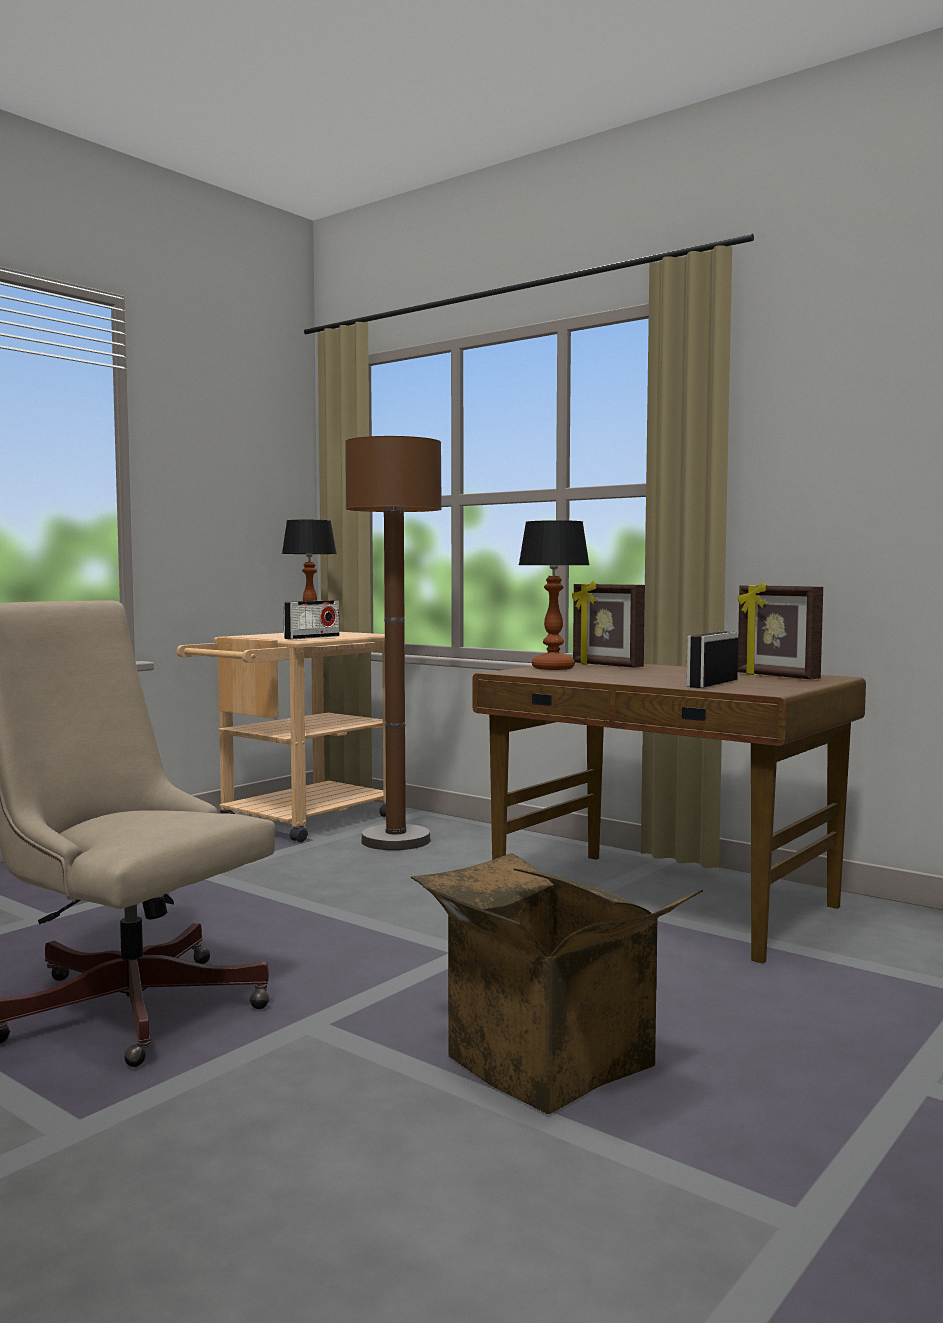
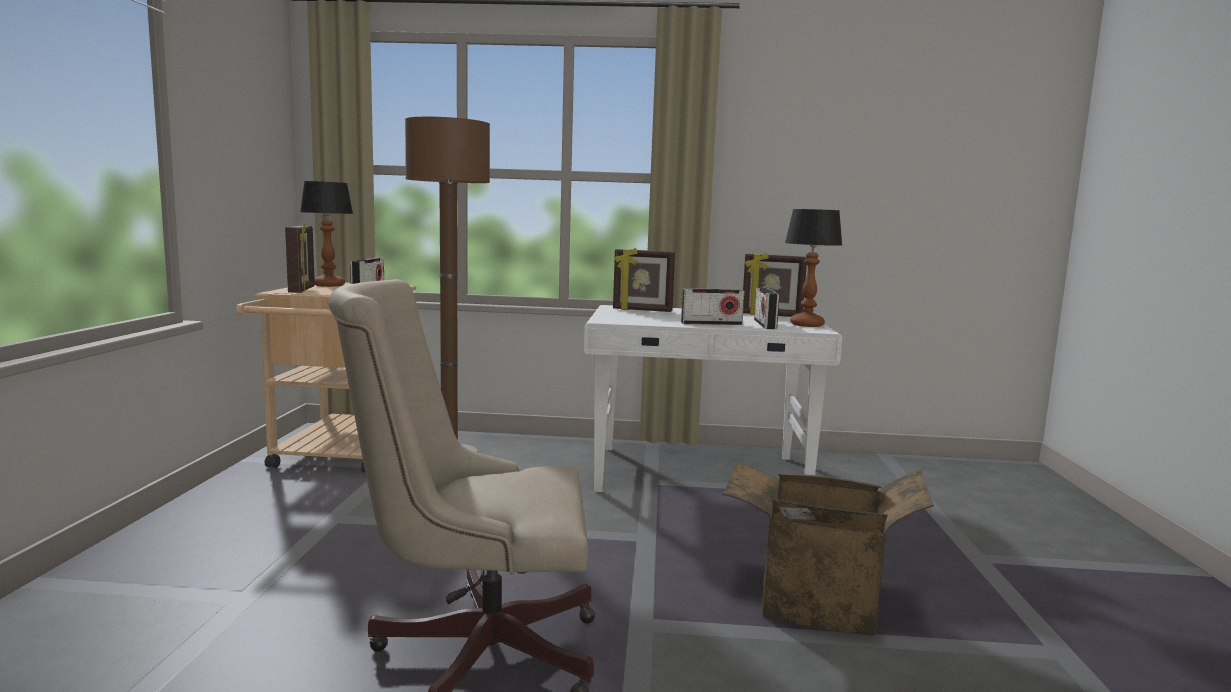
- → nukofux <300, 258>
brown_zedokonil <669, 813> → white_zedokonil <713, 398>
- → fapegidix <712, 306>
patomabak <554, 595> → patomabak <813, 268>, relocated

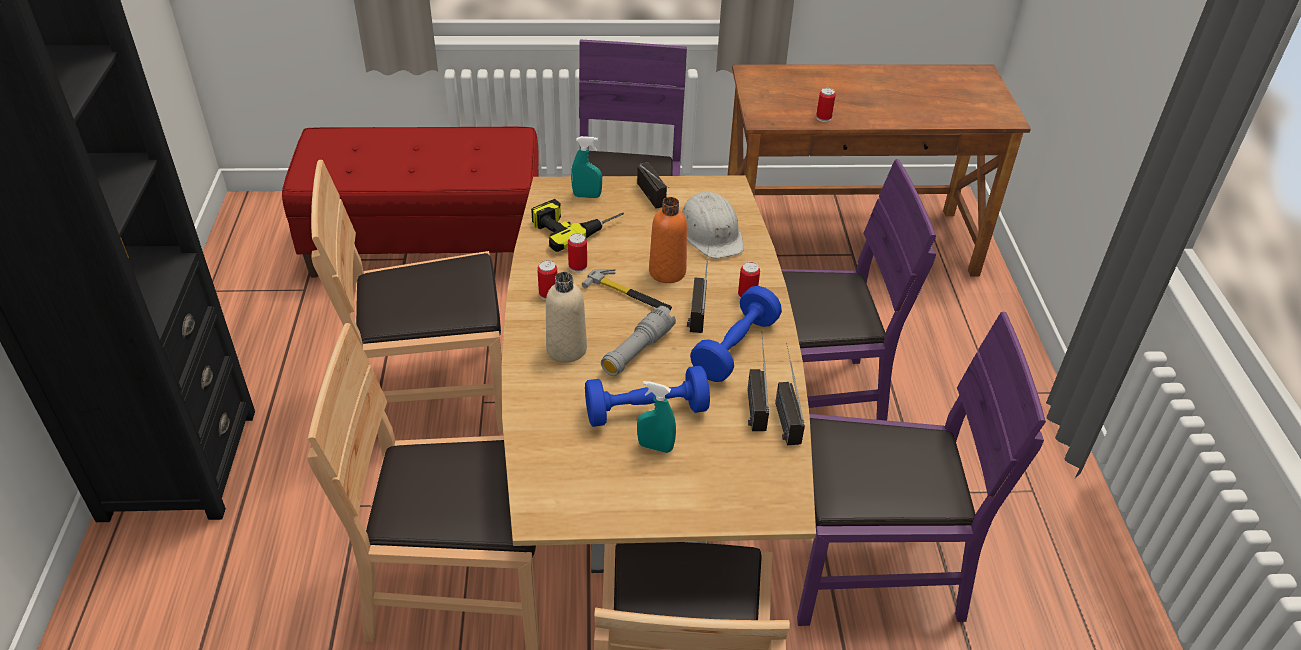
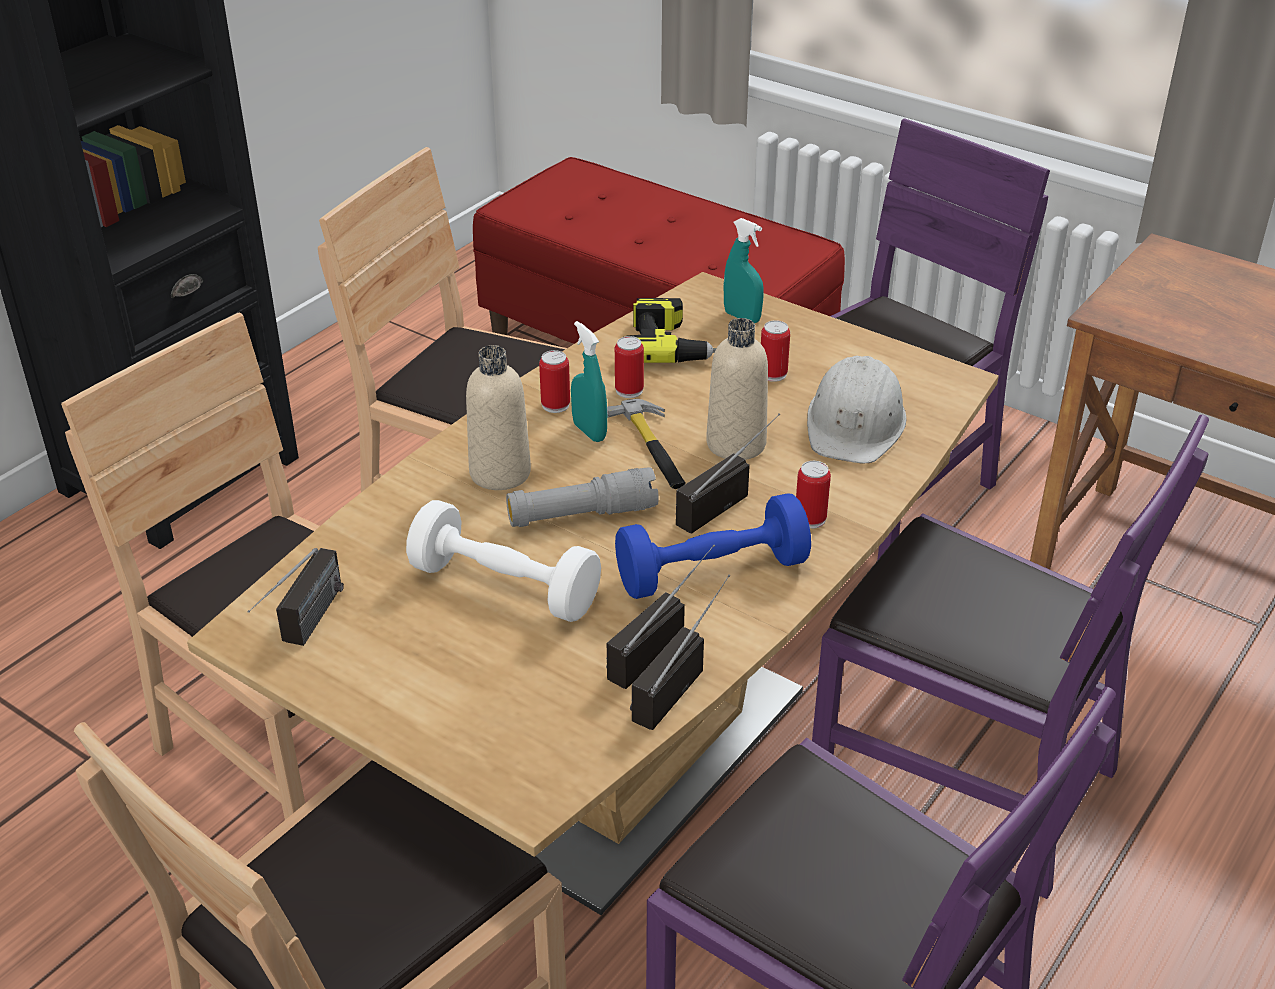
fapegidix <653, 185> → fapegidix <295, 597>, relocated
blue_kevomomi <647, 396> → white_kevomomi <503, 561>
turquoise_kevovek <656, 417> → turquoise_kevovek <589, 381>, relocated
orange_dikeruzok <668, 240> → beige_dikeruzok <737, 389>
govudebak <826, 105> → govudebak <775, 351>, relocated

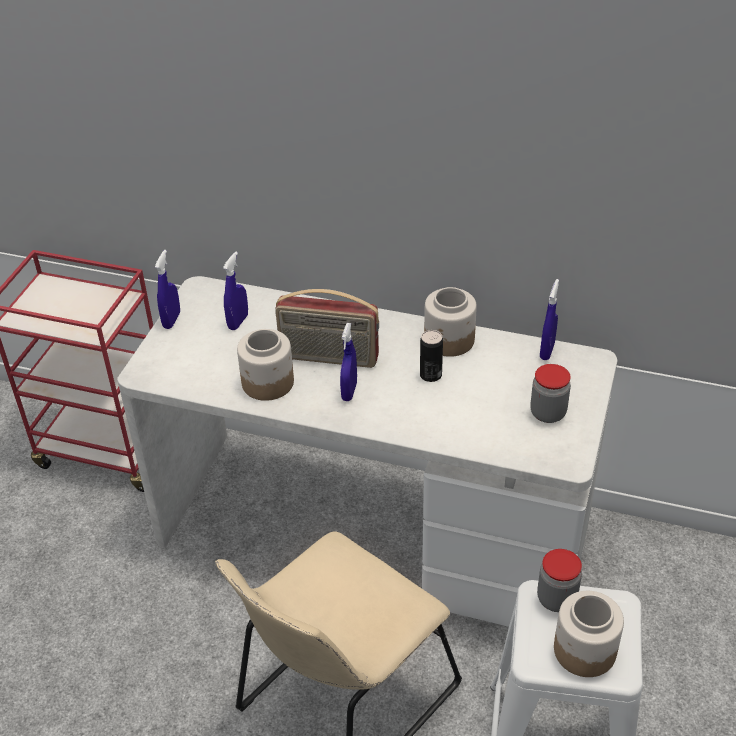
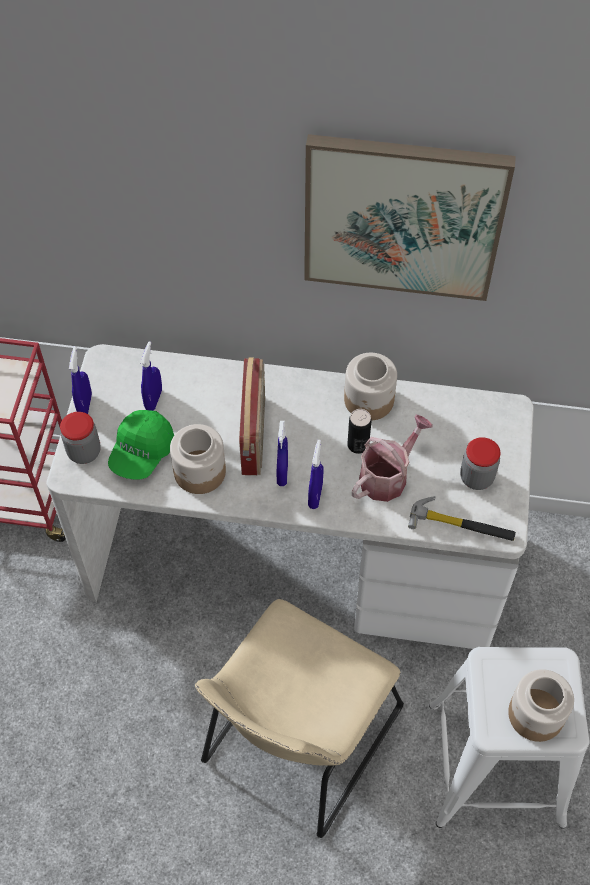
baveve <559, 580> → baveve <80, 438>, relocated
- → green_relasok <141, 444>
fapegidix <327, 328> → fapegidix <252, 416>, 90 degrees counterclockwise
- → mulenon <410, 217>
blue_kevovek <549, 319> → blue_kevovek <315, 474>, relocated
- → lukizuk <392, 458>
- → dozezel <462, 518>

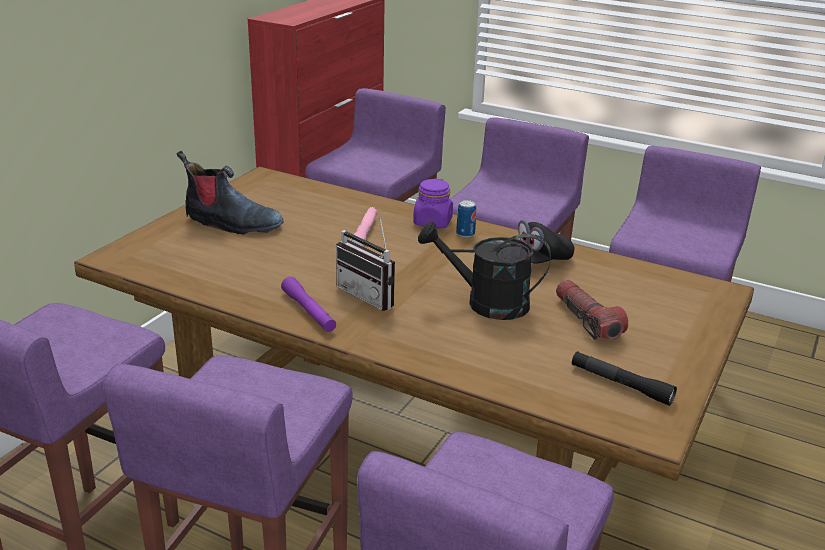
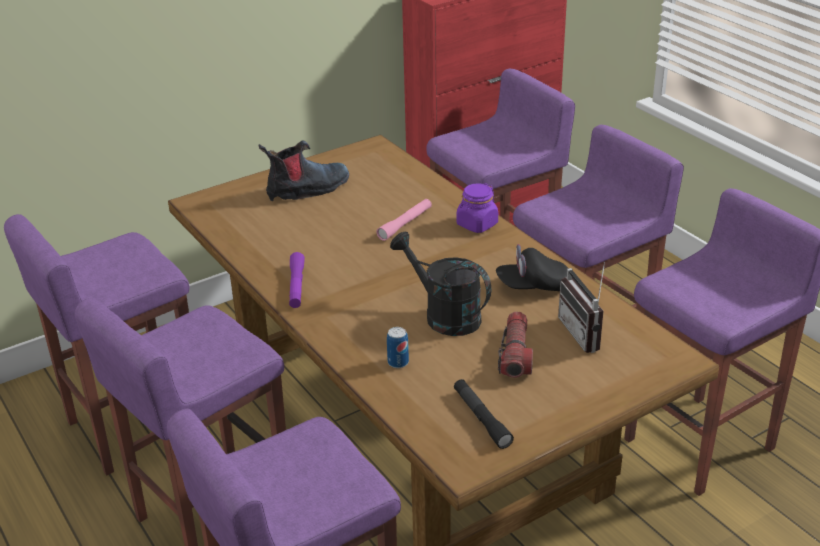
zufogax <230, 193> → zufogax <304, 170>, 75 degrees counterclockwise
govudebak <466, 219> → govudebak <398, 347>, relocated
fapegidix <365, 263> → fapegidix <581, 307>, relocated

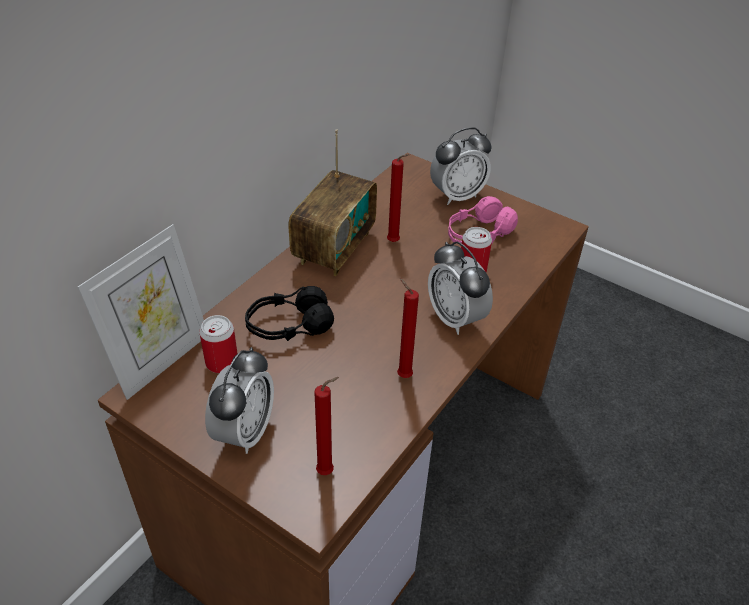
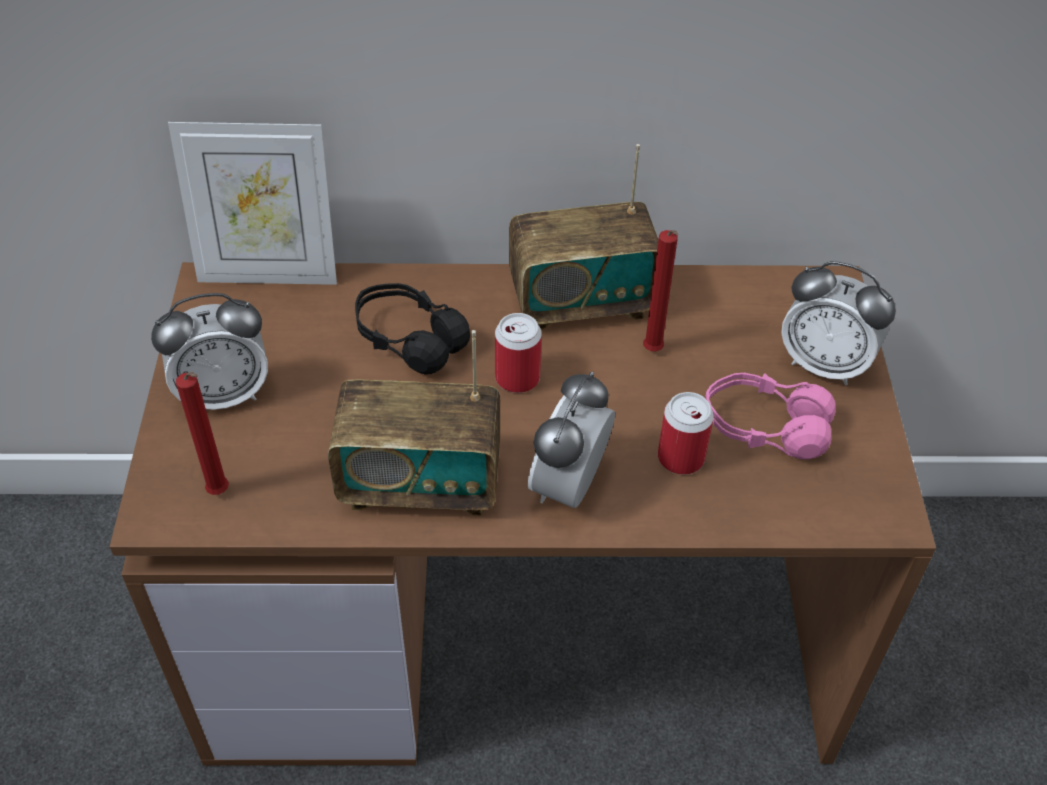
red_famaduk <408, 328> → fapegidix <414, 423>
govudebak <218, 344> → govudebak <518, 353>, relocated

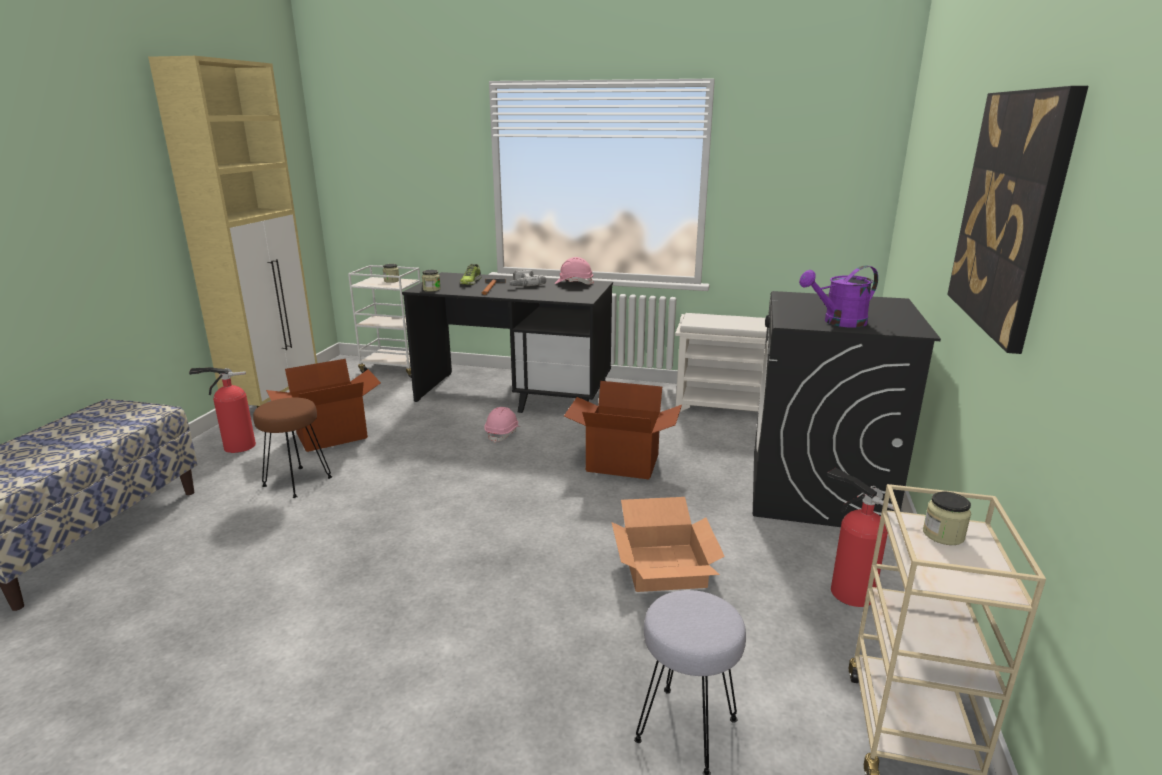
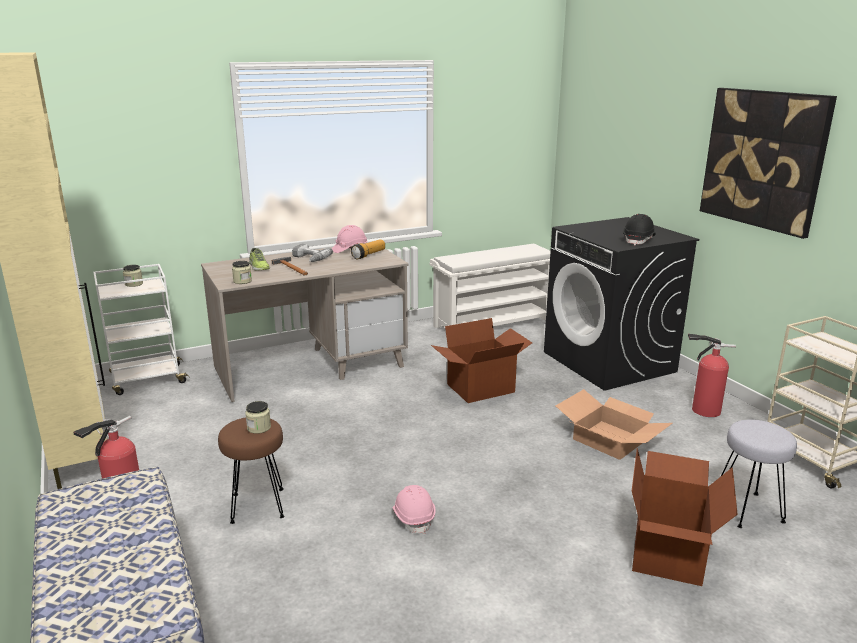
black_zedokonil <507, 342> → beige_zedokonil <304, 324>
baveve <947, 518> → baveve <258, 417>, relocated
- → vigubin <368, 249>
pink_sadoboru <502, 425> → pink_sadoboru <414, 509>, relocated
purple_lukizuk <838, 296> → black_sadoboru <639, 230>
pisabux <323, 405> → pisabux <685, 517>, relocated

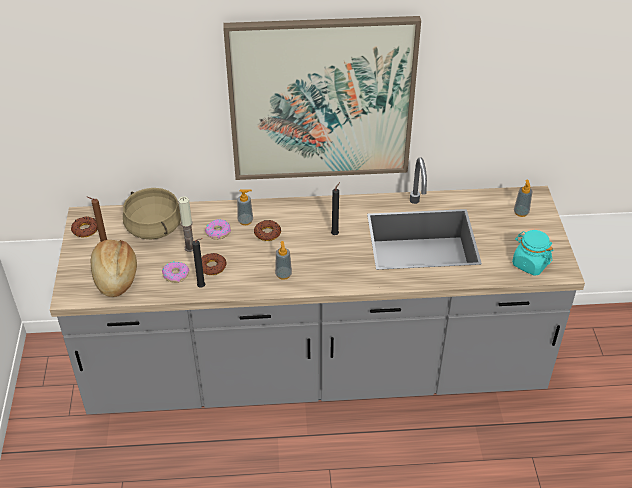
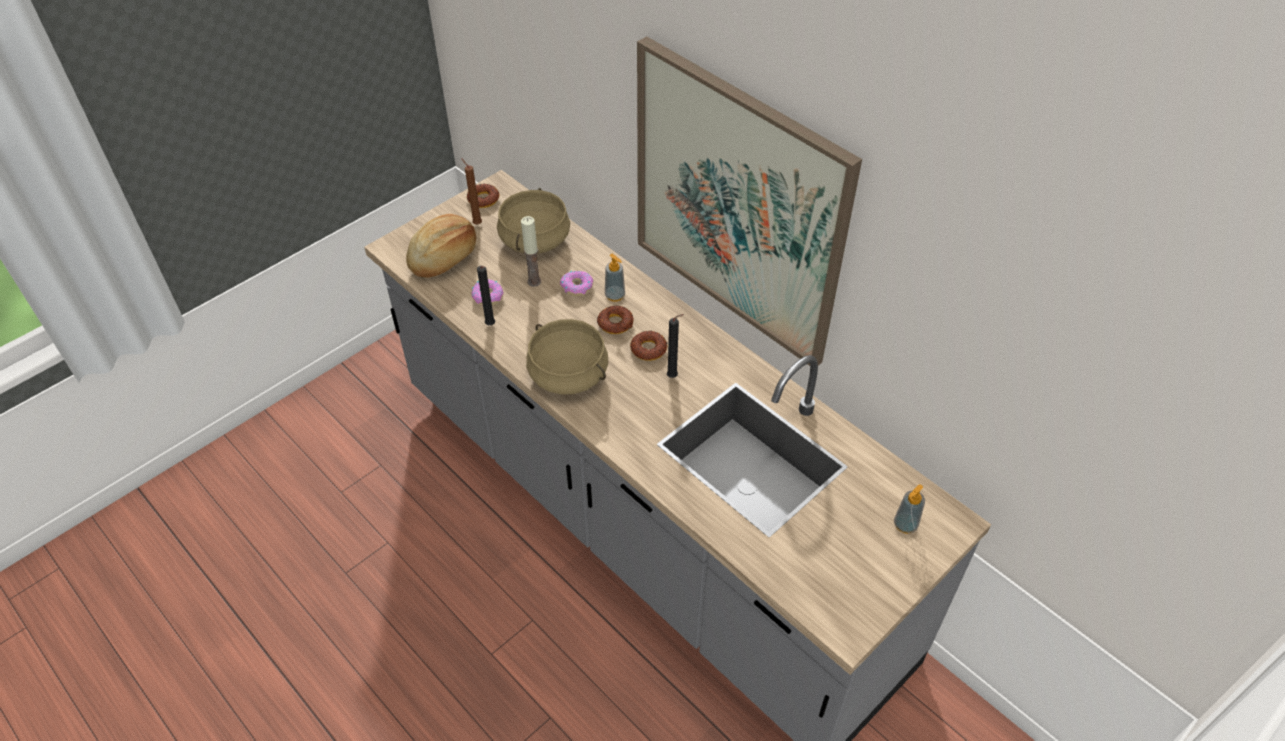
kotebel <283, 260> → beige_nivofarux <567, 357>
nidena <213, 264> → nidena <648, 345>, relocated
turquoise_baveve <533, 253> → -

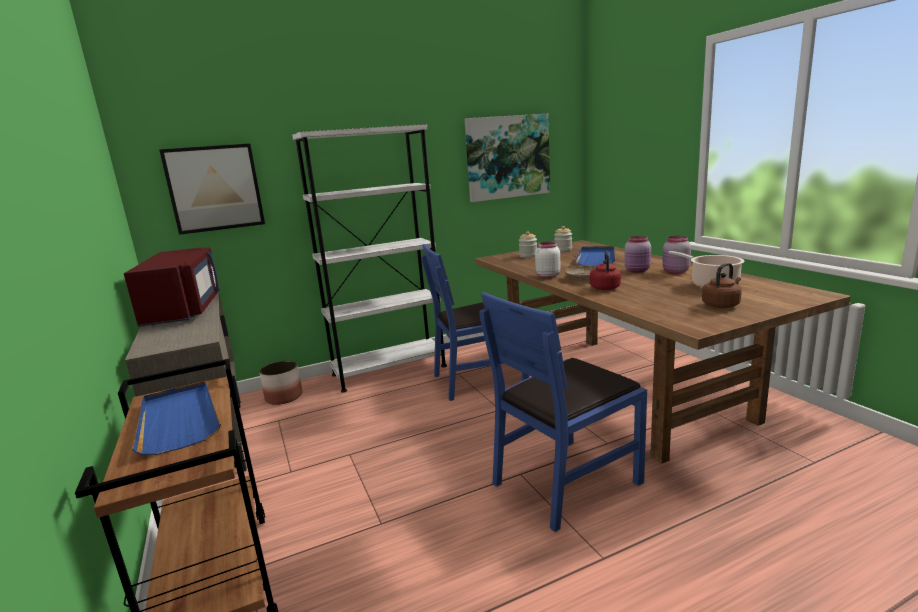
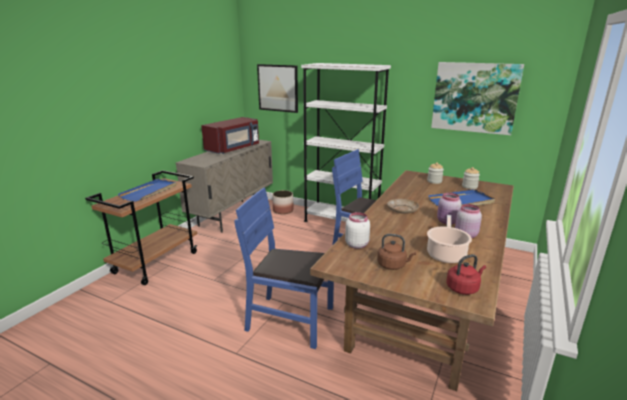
white_baveve <547, 260> → white_baveve <357, 230>, relocated
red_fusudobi <605, 270> → red_fusudobi <466, 274>, relocated

